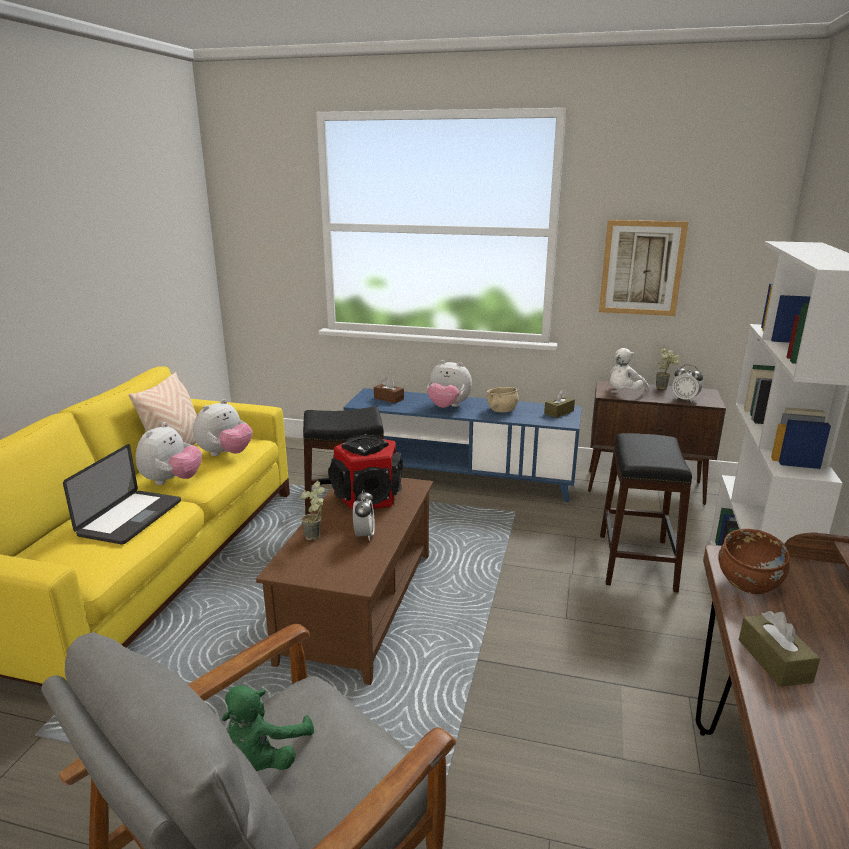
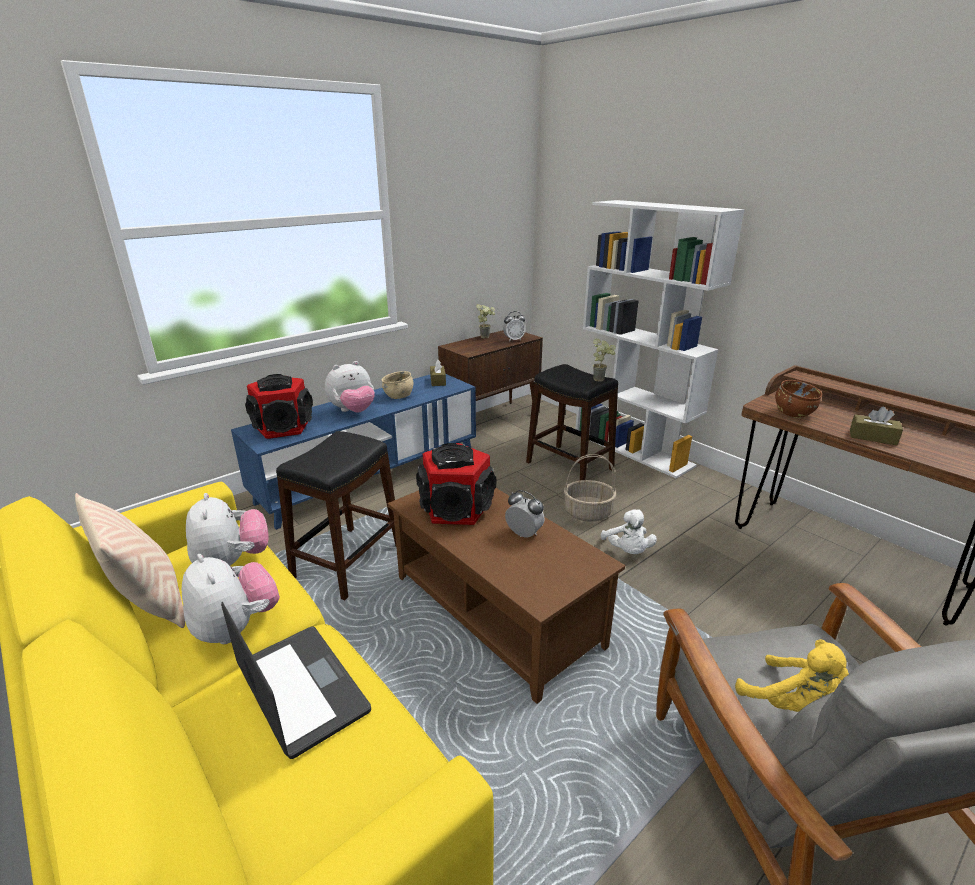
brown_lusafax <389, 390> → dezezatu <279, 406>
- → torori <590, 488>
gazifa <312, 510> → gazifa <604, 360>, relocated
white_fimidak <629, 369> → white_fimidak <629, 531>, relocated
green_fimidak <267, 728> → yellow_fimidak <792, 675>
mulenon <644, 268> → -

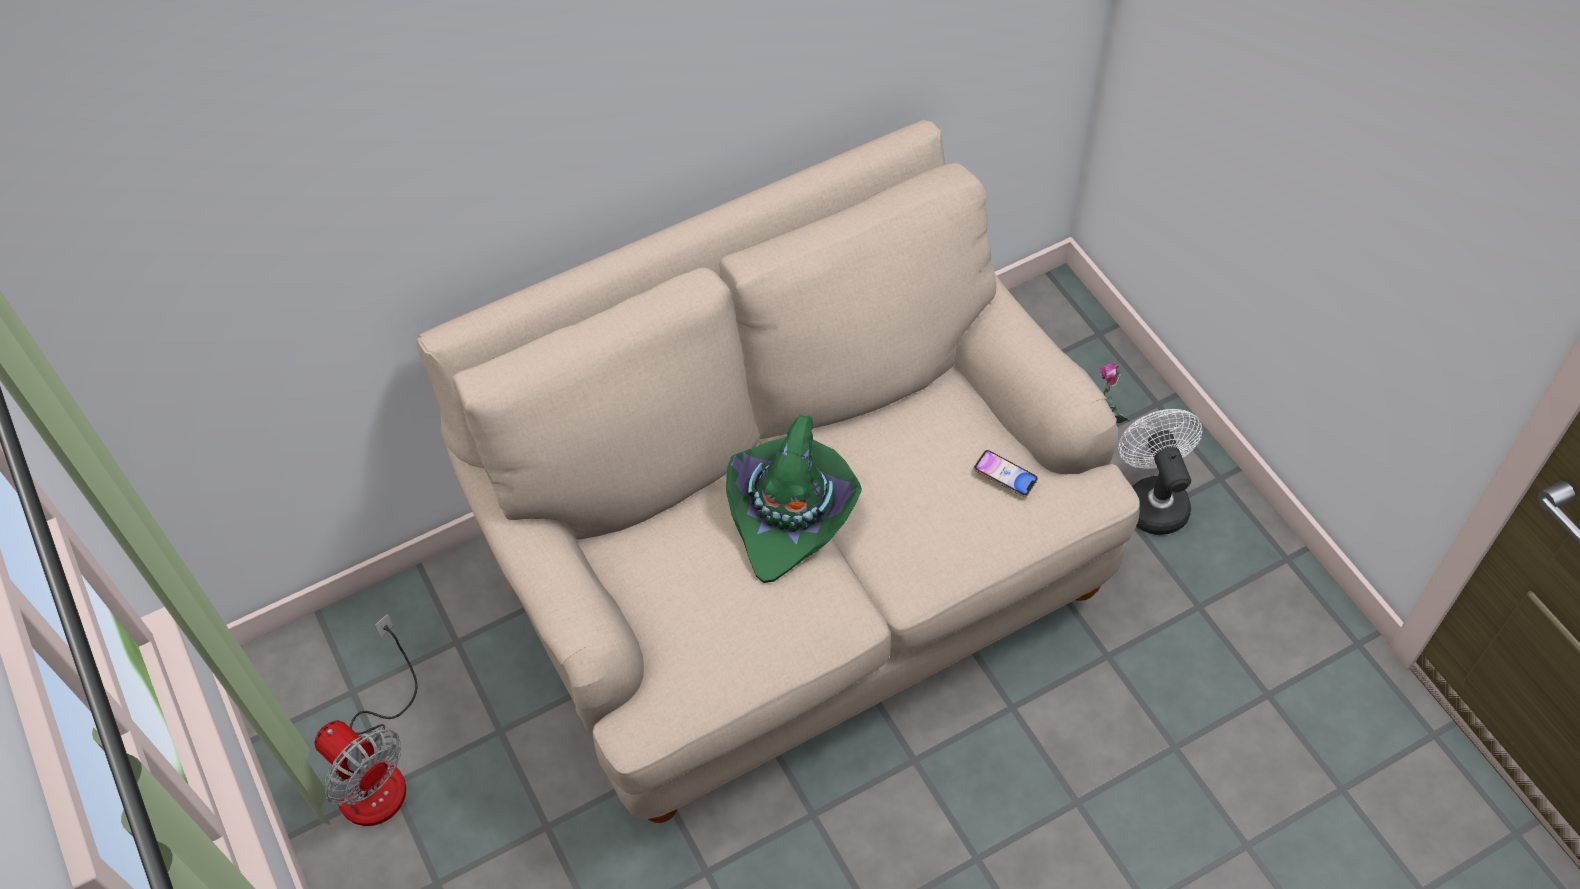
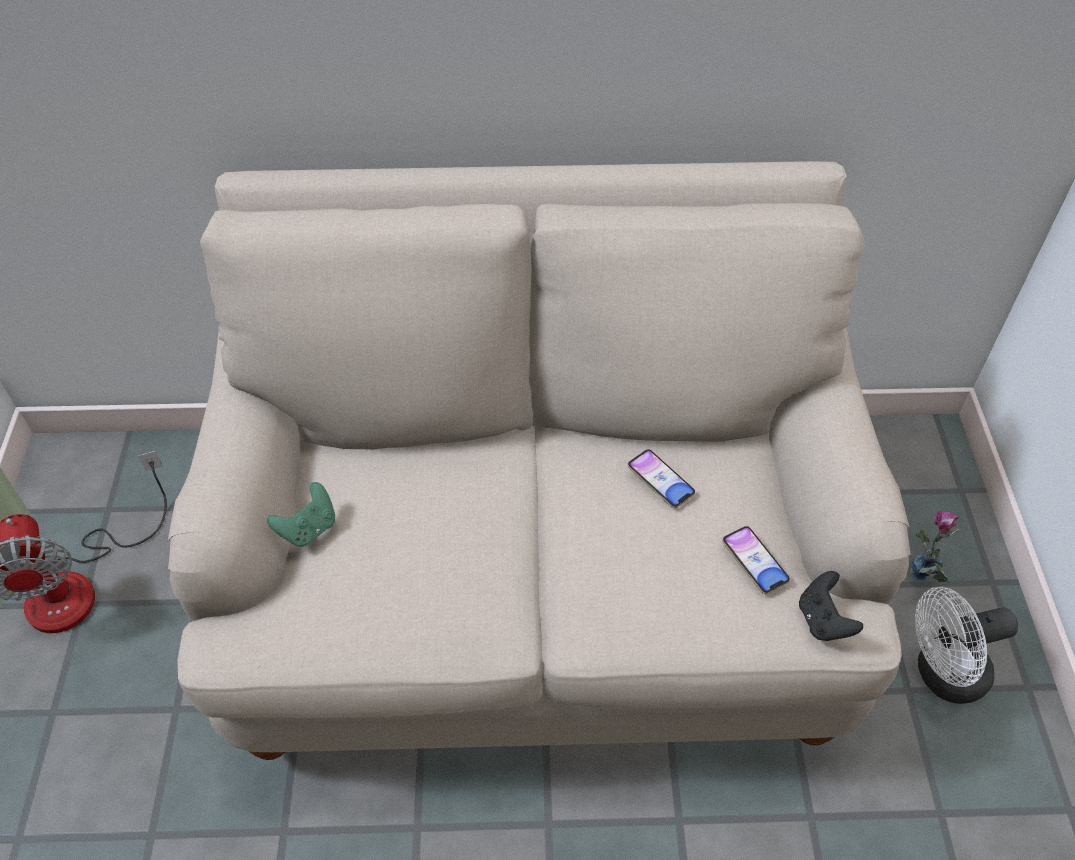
- → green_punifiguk <301, 514>
- → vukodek <661, 478>
- → black_punifiguk <831, 606>
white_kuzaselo <1160, 472> → white_kuzaselo <966, 645>, 120 degrees counterclockwise
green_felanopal <794, 499> → -

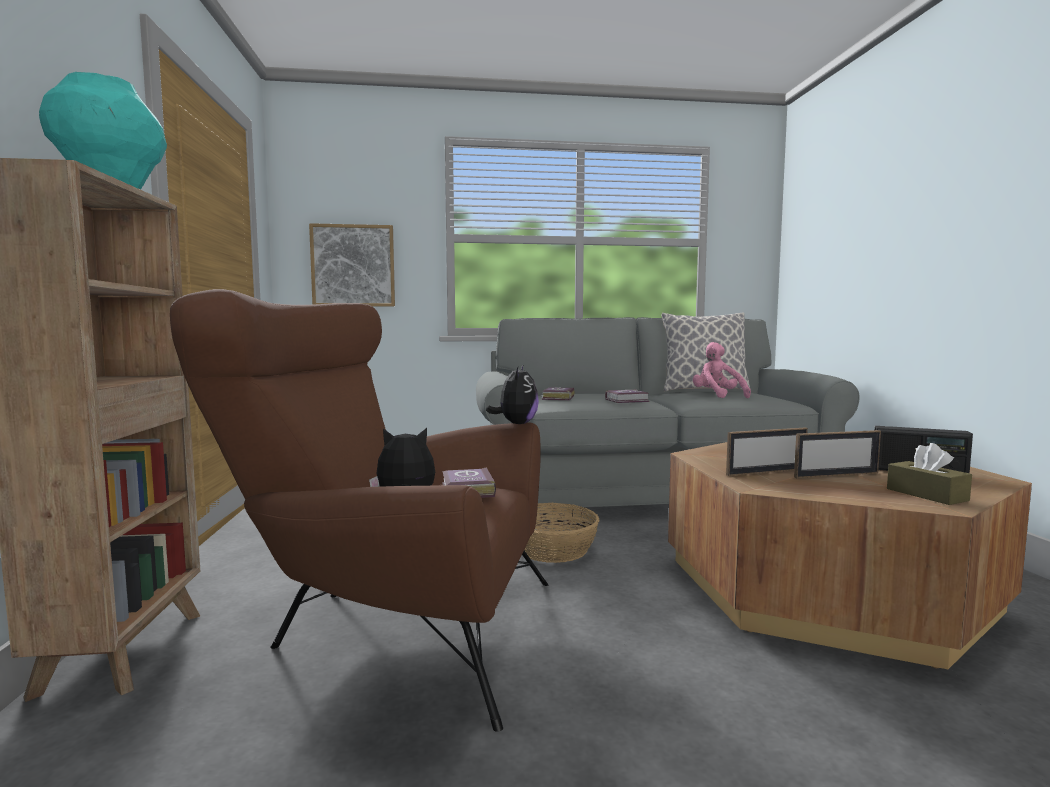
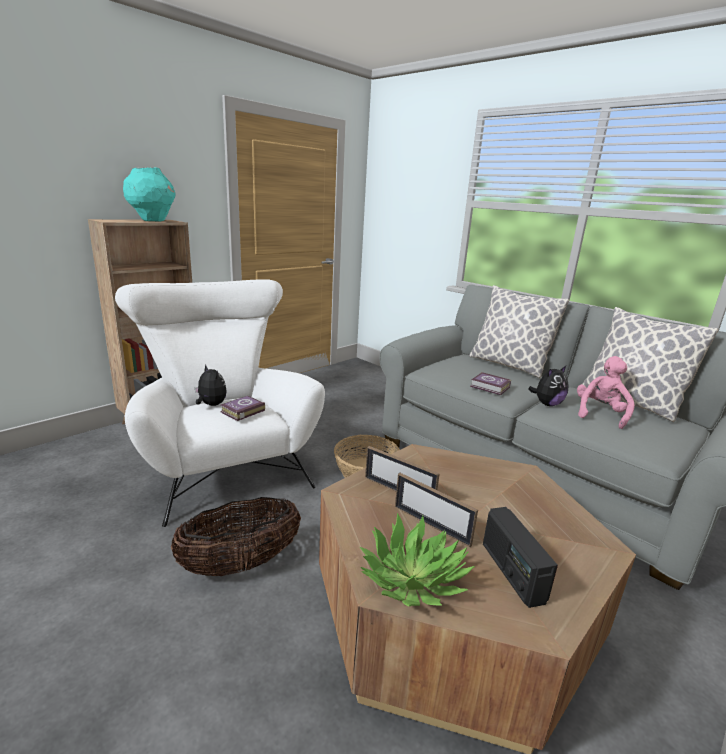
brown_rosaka <359, 510> → white_rosaka <220, 403>
- → torori <236, 536>
brown_lusafax <929, 474> → gazifa <417, 559>
- → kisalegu <519, 331>
fimidak <512, 395> → fimidak <548, 386>, relocated
mulenon <352, 265> → -
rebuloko <558, 393> → -

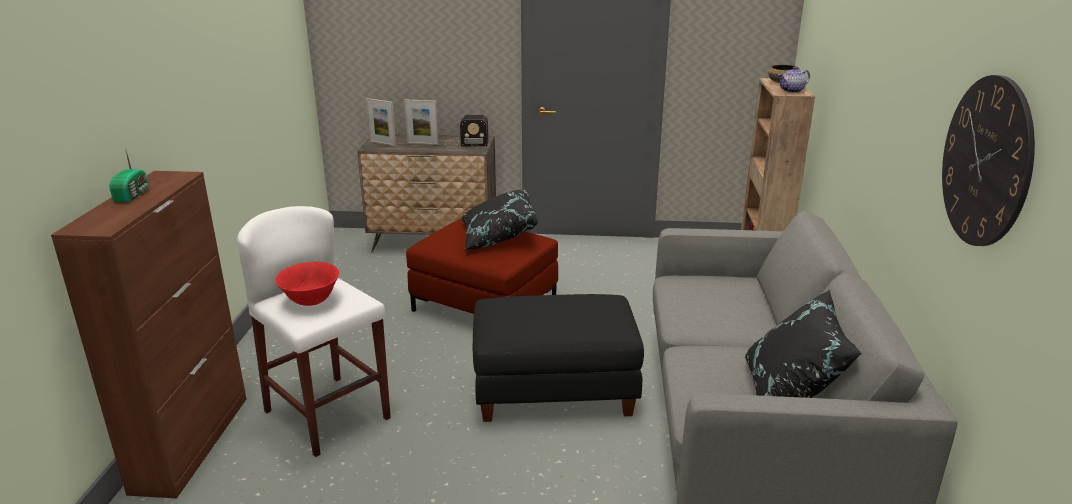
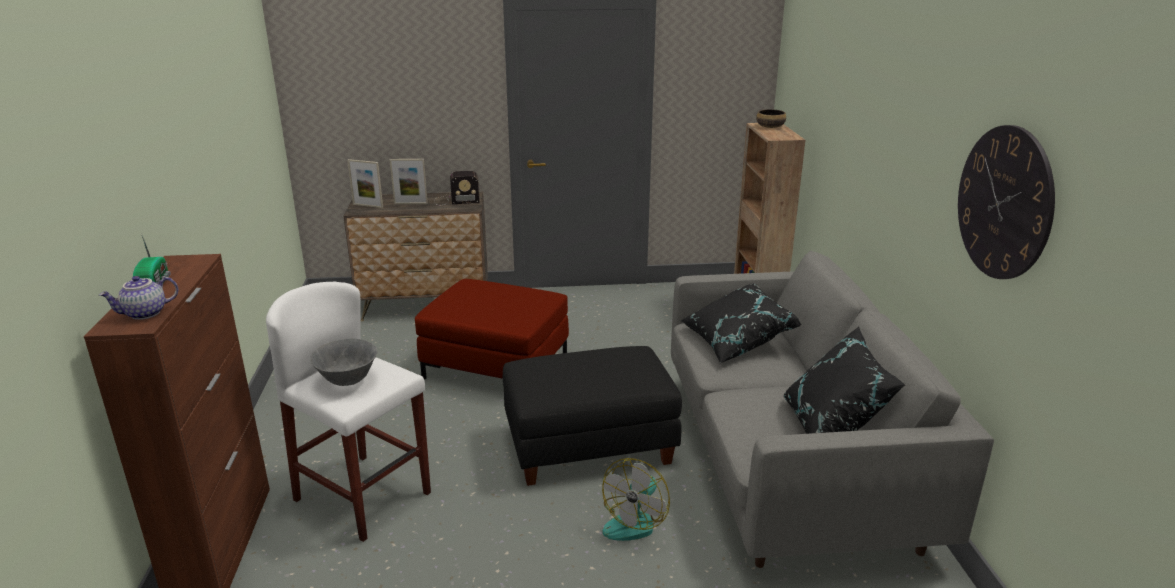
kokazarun <794, 80> → kokazarun <138, 298>, relocated
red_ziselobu <307, 284> → grey_ziselobu <343, 362>
- → kuzaselo <636, 499>
black_kisalegu <499, 220> → black_kisalegu <741, 323>, relocated

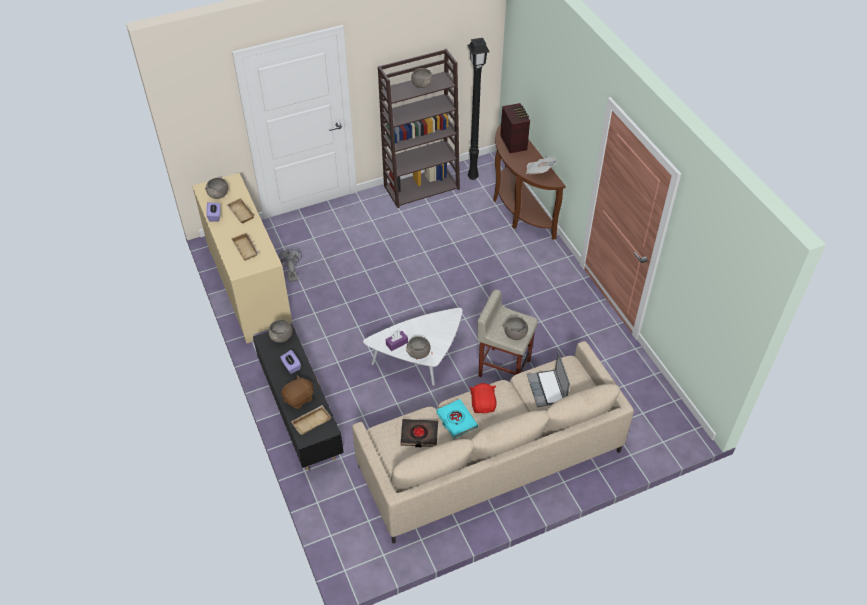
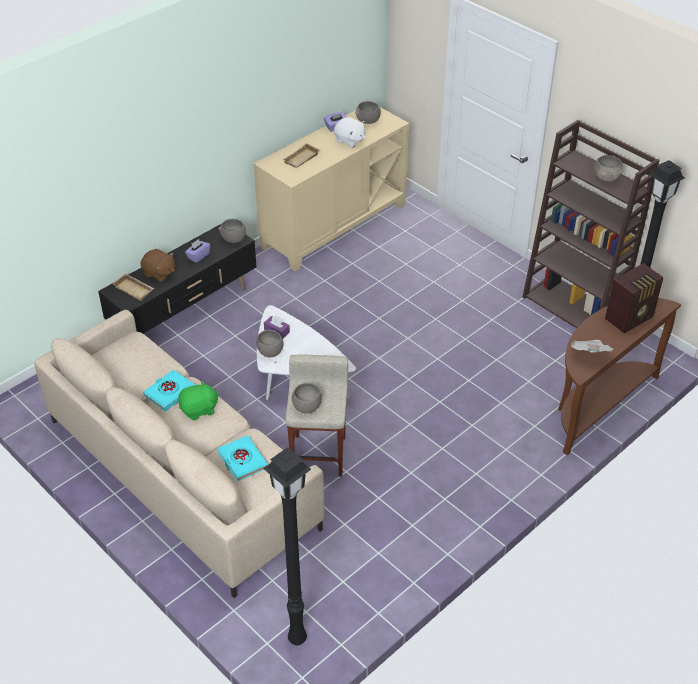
red_fimidak <483, 398> → green_fimidak <198, 400>
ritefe <548, 379> → turquoise_rebuloko <242, 458>
- → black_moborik <287, 546>
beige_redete <240, 210> → white_fimidak <349, 132>
grey_kuzaselo <290, 265> → -
black_rebuloko <419, 433> → -

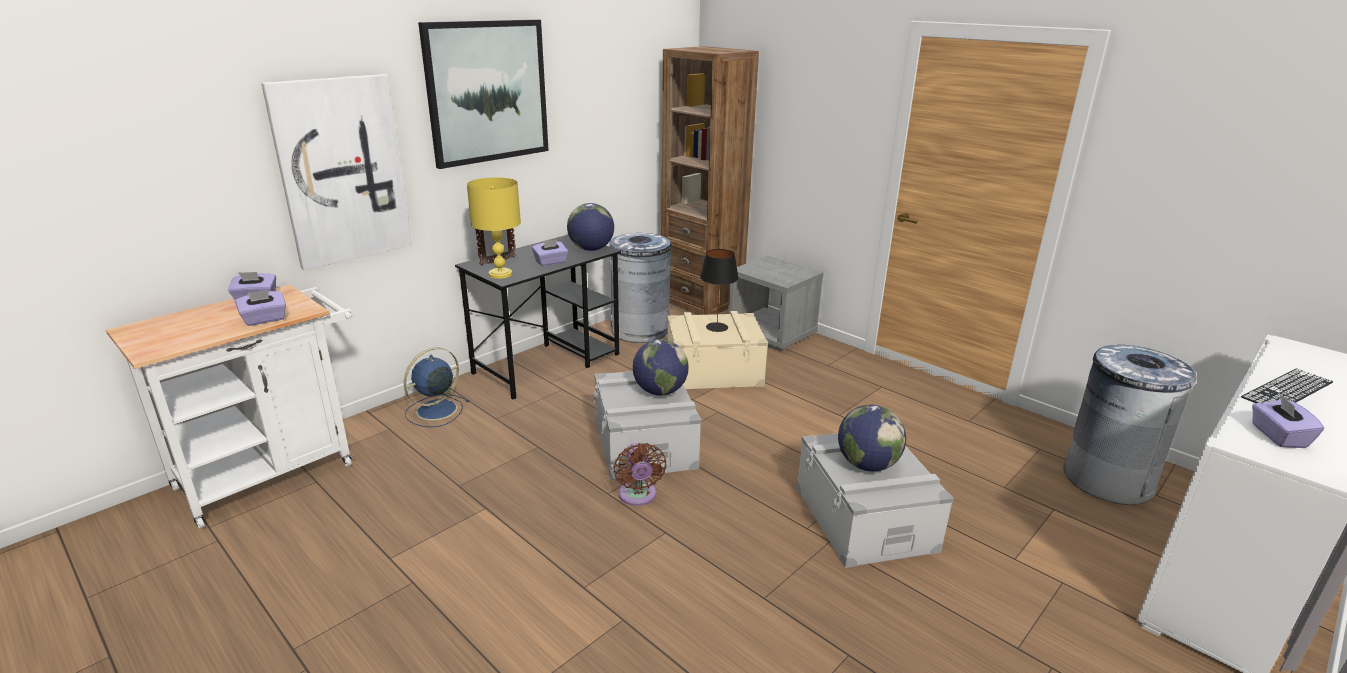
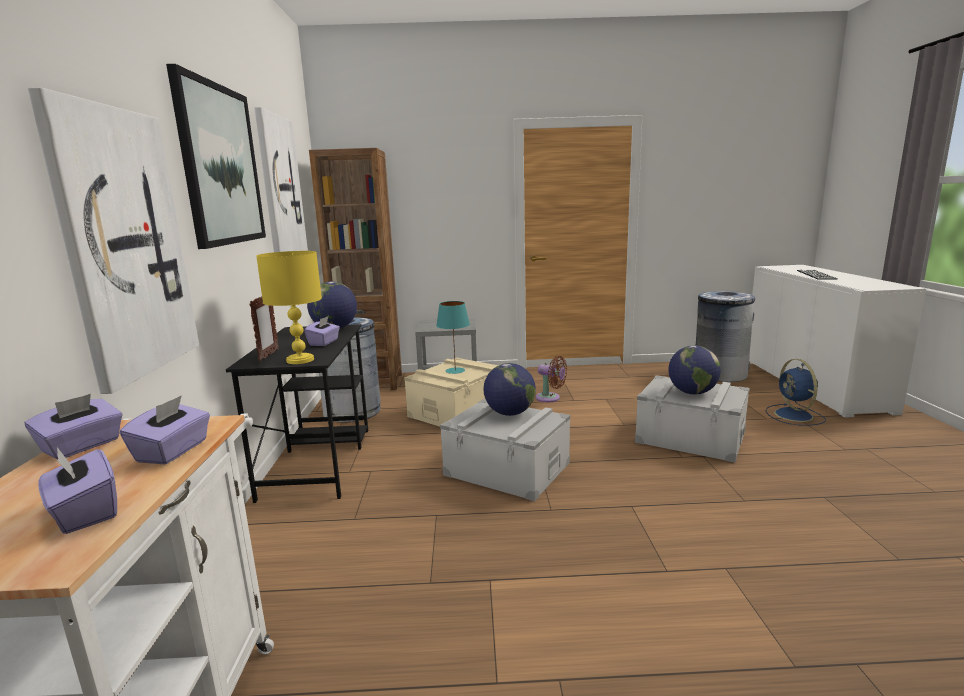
purple_lusafax <1288, 421> → purple_lusafax <77, 490>, relocated
- → mulenon <281, 179>
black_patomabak <719, 290> → turquoise_patomabak <453, 337>
brown_kuzaselo <640, 474> → brown_kuzaselo <551, 379>, relocated
blue_kuzaselo <437, 387> → blue_kuzaselo <795, 392>, relocated

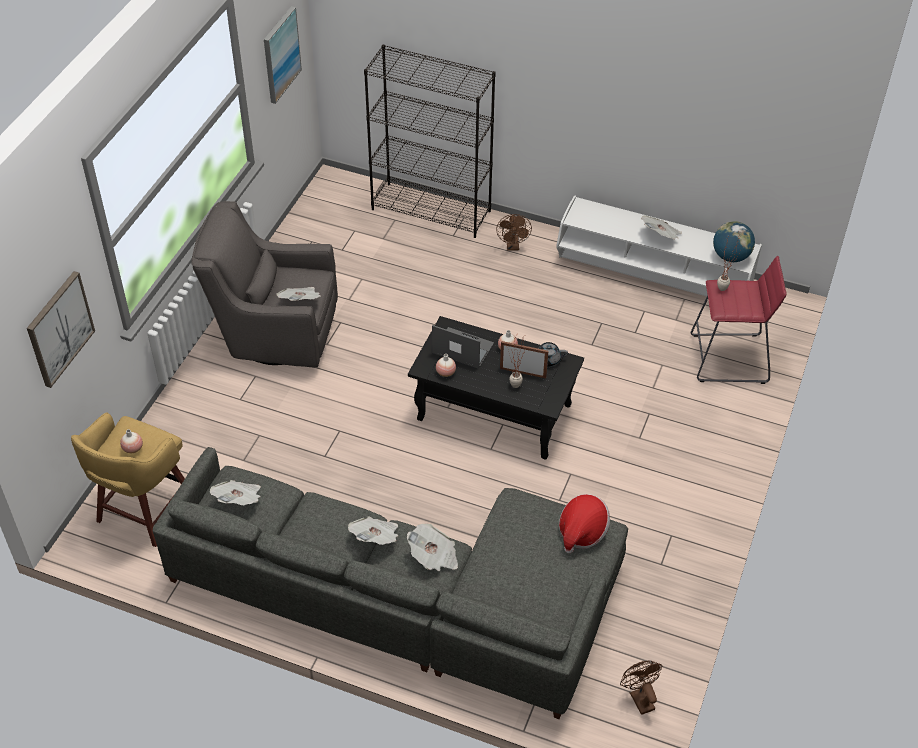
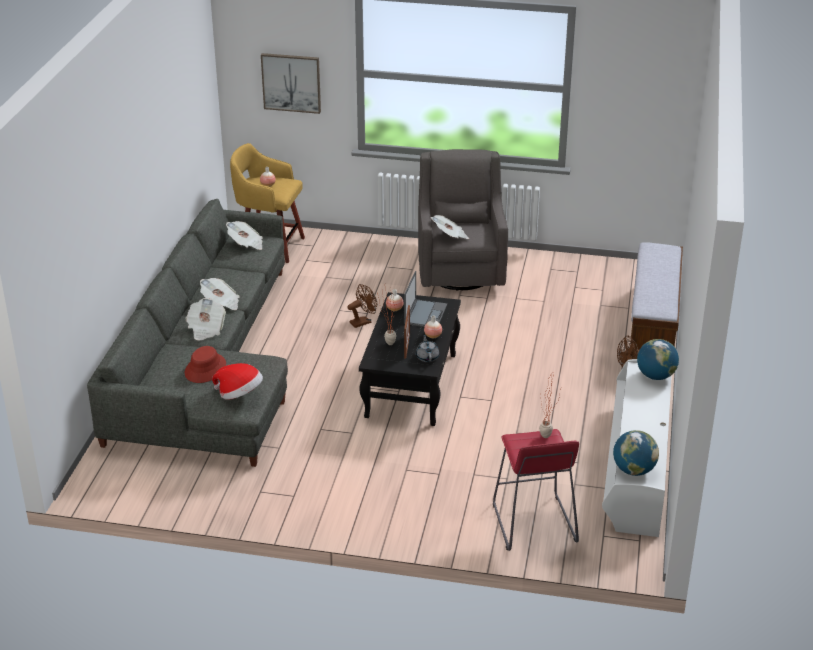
- → red_felanopal <205, 364>
brown_kuzaselo <641, 687> → brown_kuzaselo <362, 306>, relocated
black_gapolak <430, 141> → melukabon <656, 300>
- → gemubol <658, 359>
mulenon <283, 55> → -
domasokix <661, 227> → -

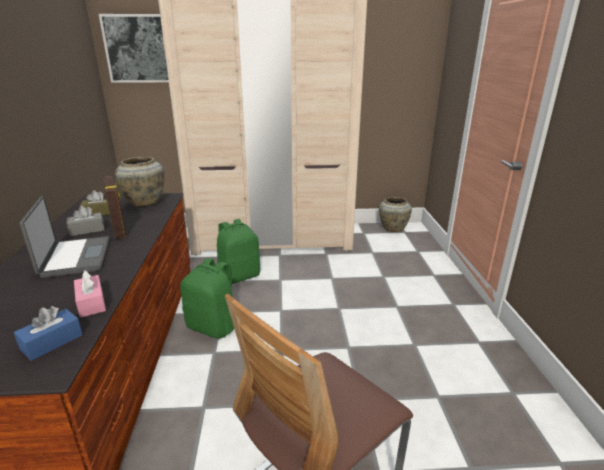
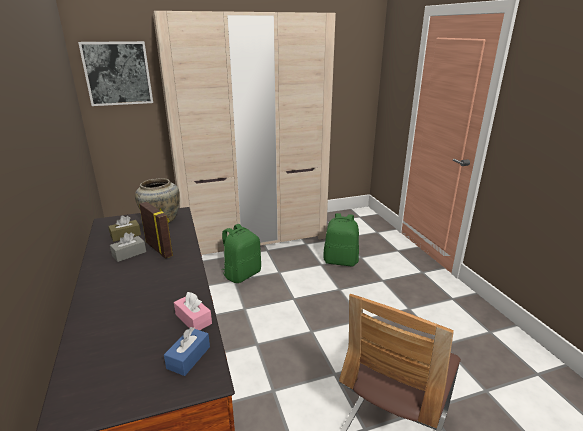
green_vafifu <207, 298> → green_vafifu <341, 240>, relocated
ritefe <64, 237> → -
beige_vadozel <395, 214> → -

